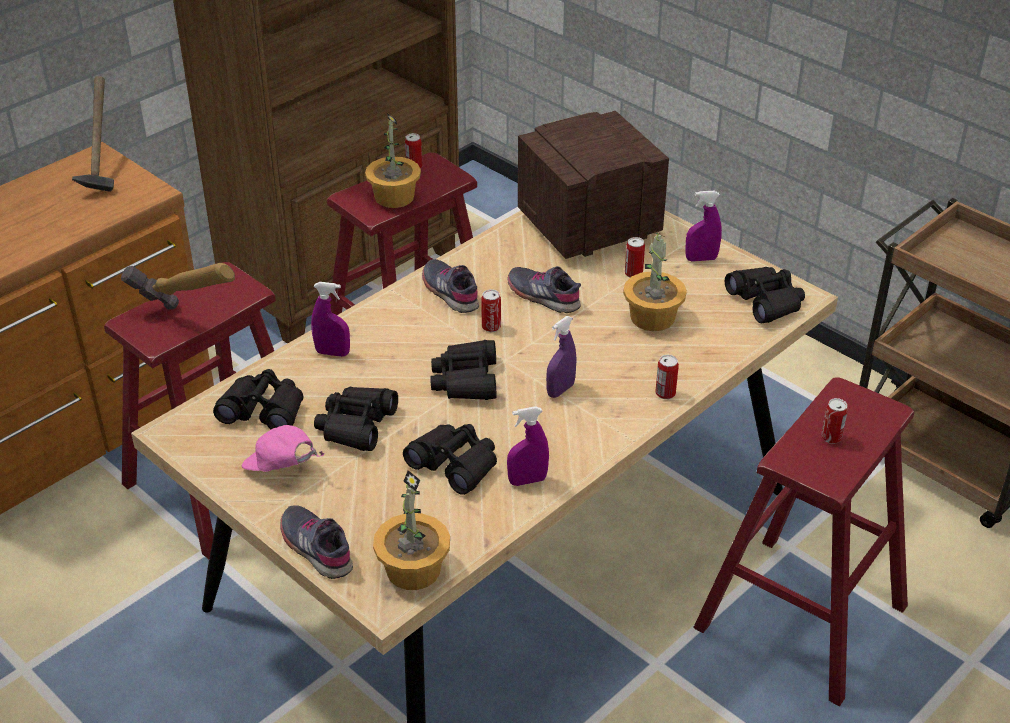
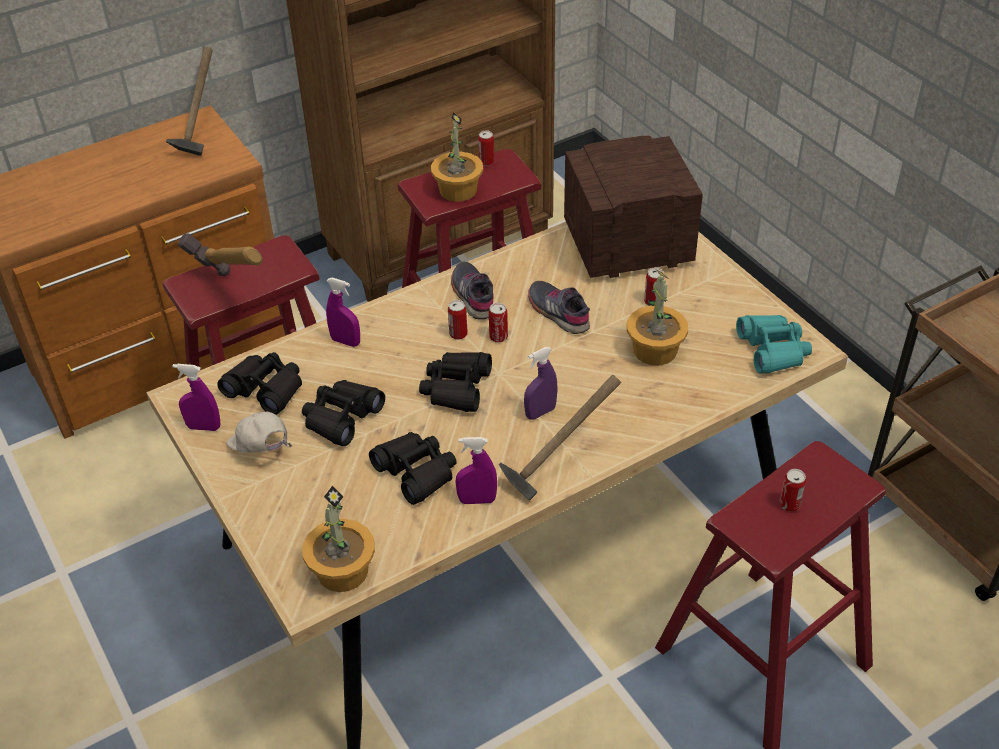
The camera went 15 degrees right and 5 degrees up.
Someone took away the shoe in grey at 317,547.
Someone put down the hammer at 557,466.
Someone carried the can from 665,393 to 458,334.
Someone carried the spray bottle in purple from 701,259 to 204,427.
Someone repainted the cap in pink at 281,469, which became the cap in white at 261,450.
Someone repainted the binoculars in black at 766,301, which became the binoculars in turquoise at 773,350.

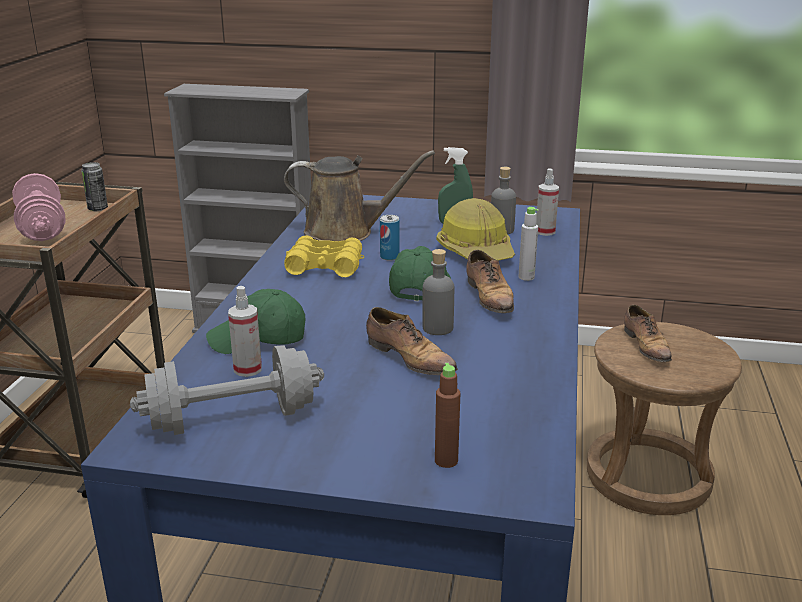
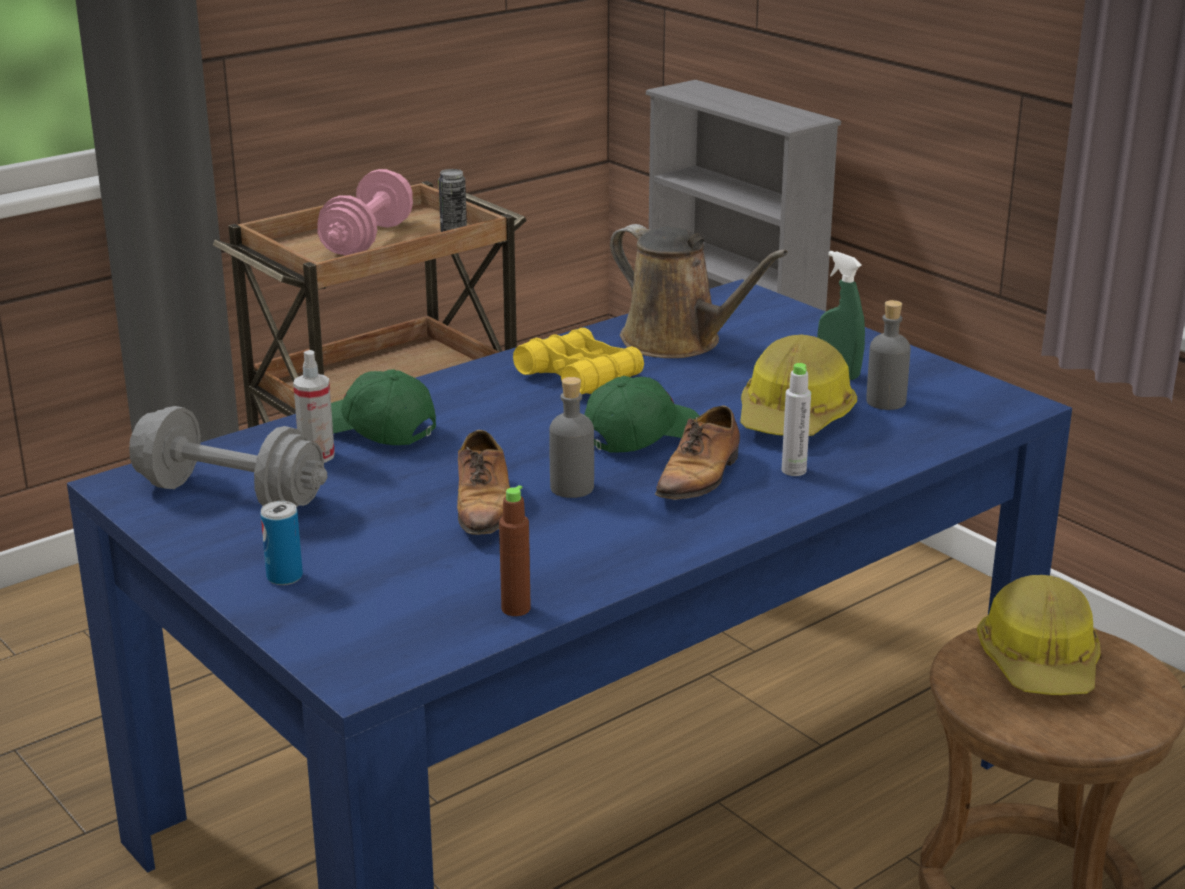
The camera went 40 degrees right and 0 degrees up.
Someone took away the spray bottle at 545,232.
Someone carried the can from 389,257 to 284,577.
Someone carried the bottle in brown from 446,461 to 515,609.
Someone swapped the shoe at 646,346 for the hard hat at 1040,662.

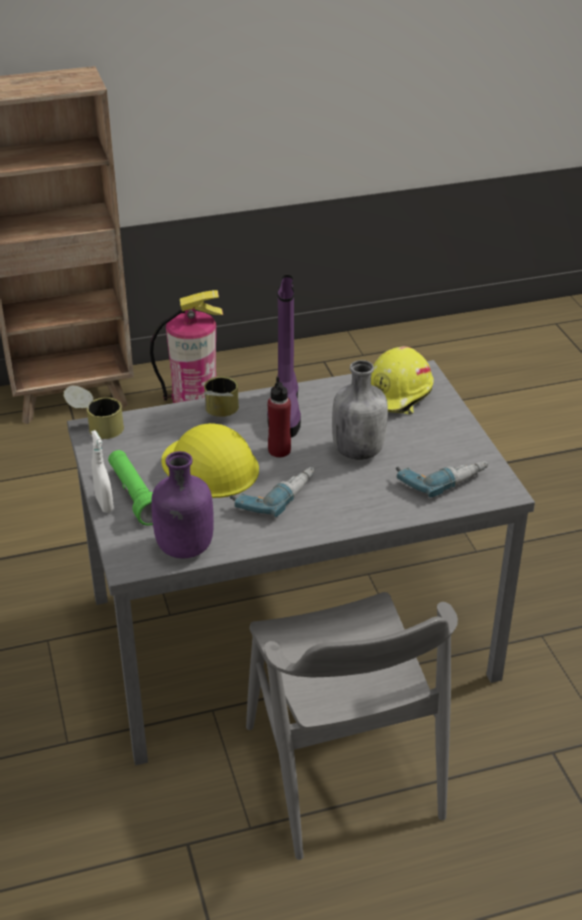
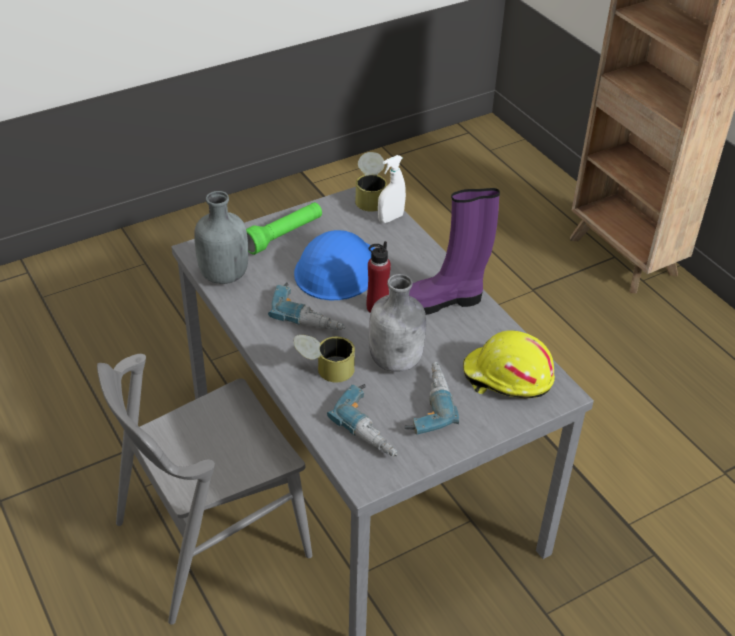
The camera went 75 degrees right and 5 degrees up.
Someone took away the fire extinguisher at 195,399.
Someone put down the power drill at 424,404.
Someone carried the spray bottle in white from 104,504 to 390,218.
Someone carried the can from 220,413 to 324,370.
Someone repainted the bottle in purple at 184,548, which became the bottle in grey at 223,275.
Someone repainted the hard hat in yellow at 210,466, which became the hard hat in blue at 338,269.

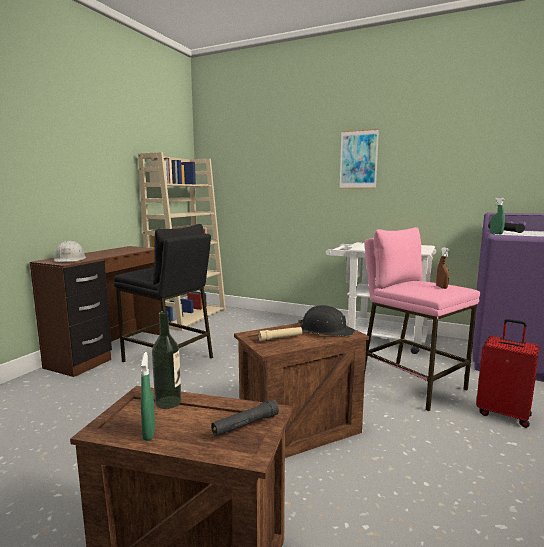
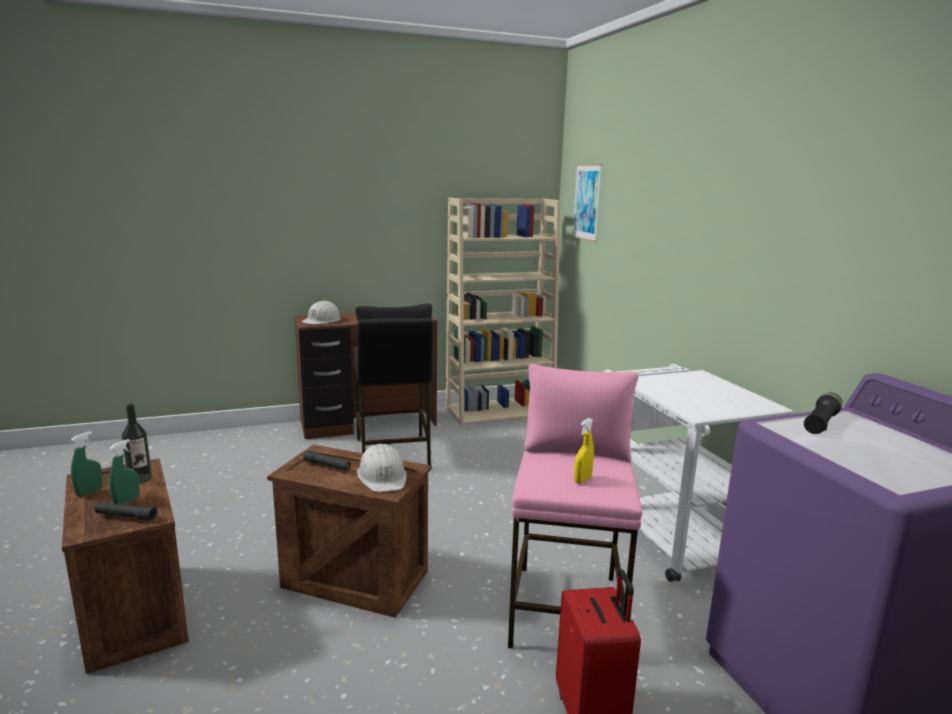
The camera went 45 degrees right and 5 degrees up.
Someone carried the picture from 358,159 to 586,202.
Someone carried the spray bottle in green from 496,233 to 127,501.
Someone repainted the flashlight in beige at 280,338, which became the flashlight in black at 327,465.
Someone repainted the hard hat in black at 326,330, which became the hard hat in white at 382,476.
Someone repainted the spray bottle in brown at 441,287, which became the spray bottle in yellow at 582,480.

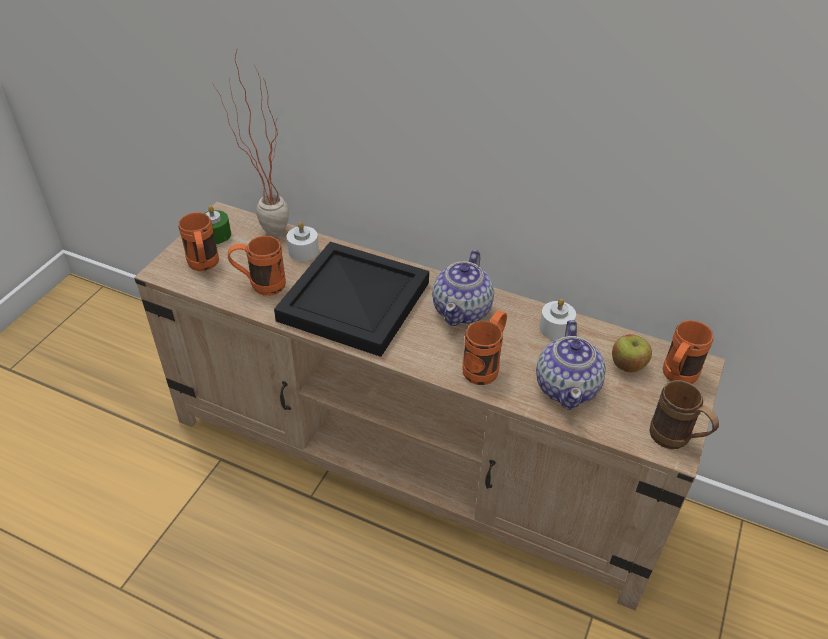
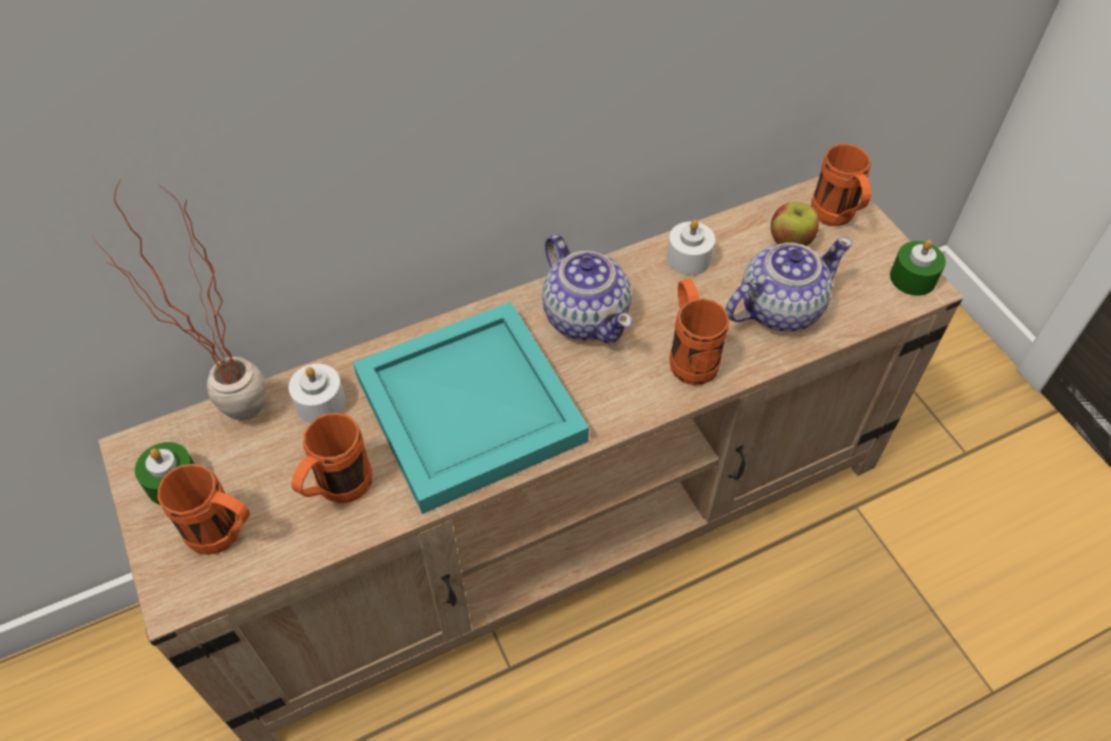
The camera went 50 degrees left and 10 degrees up.
Someone swapped the mug in brown at 676,441 for the candle in green at 912,278.
Someone repainted the tray in black at 353,300, which became the tray in turquoise at 466,407.
Someone rotated the teapot at 567,387 by 75 degrees counterclockwise.

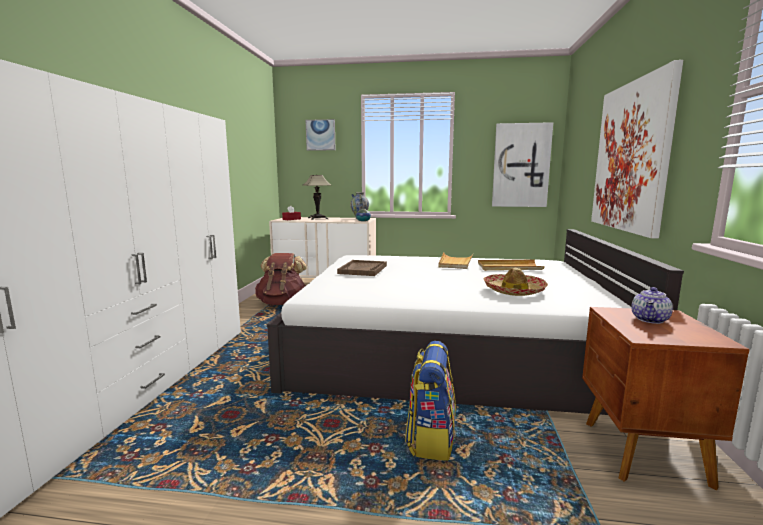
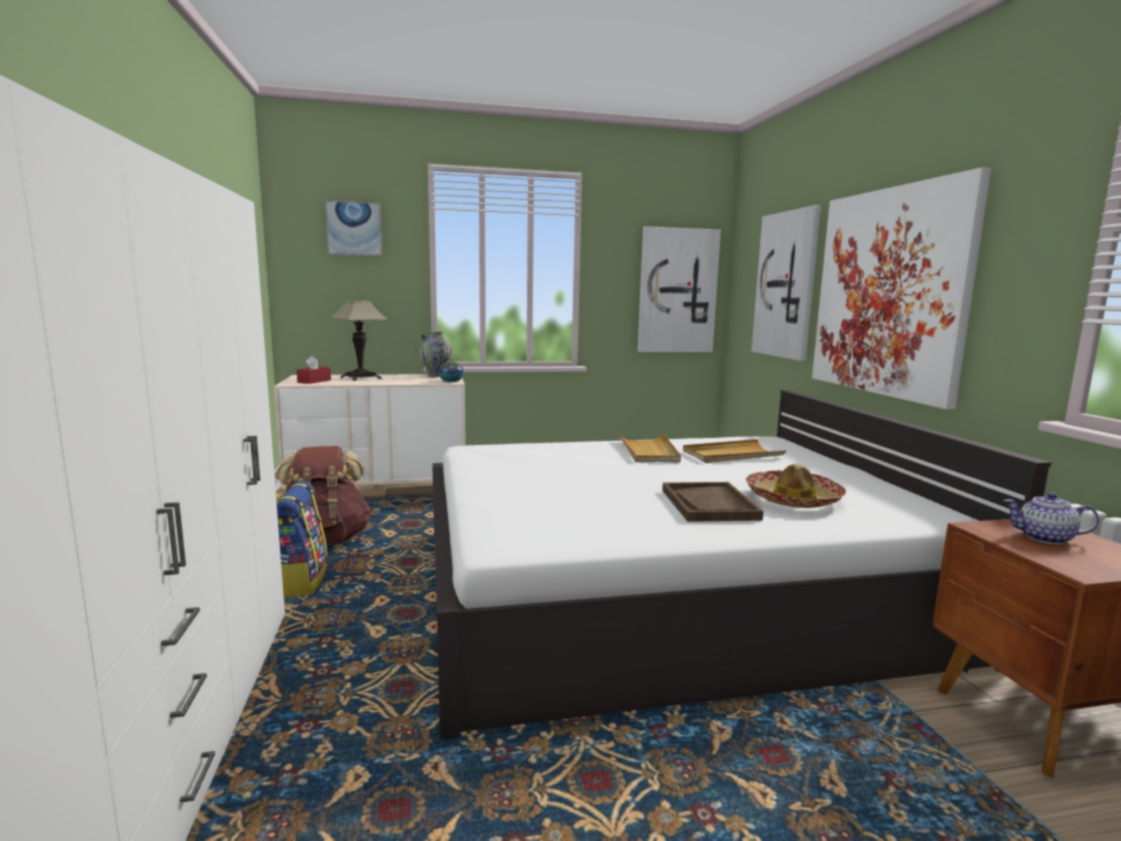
The camera went 20 degrees left and 0 degrees up.
Someone put up the picture at 786,285.
Someone carried the tray in brown from 363,269 to 709,504.
Someone carried the backpack from 430,439 to 298,582.
Someone rotated the teapot at 650,320 by 90 degrees clockwise.

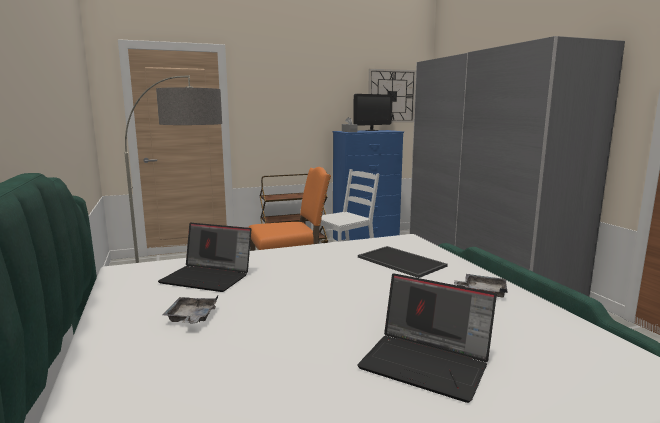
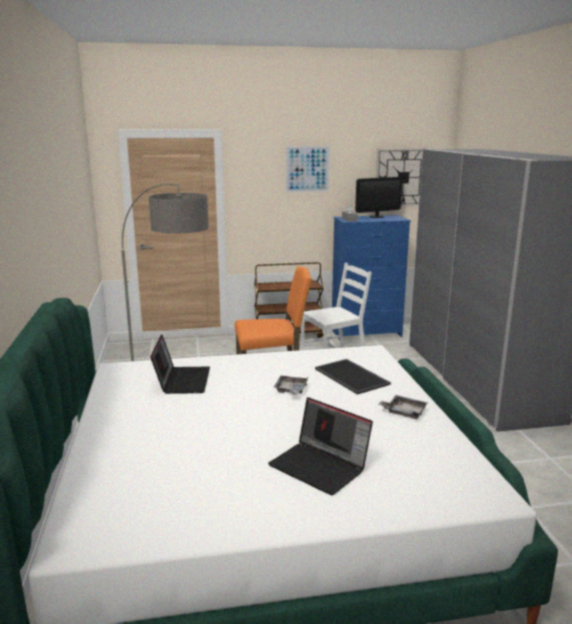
The camera went 10 degrees right and 5 degrees up.
Someone put up the picture at 307,169.
Someone carried the tray in grey from 191,318 to 291,390.
Someone rotated the laptop at 208,277 by 120 degrees counterclockwise.

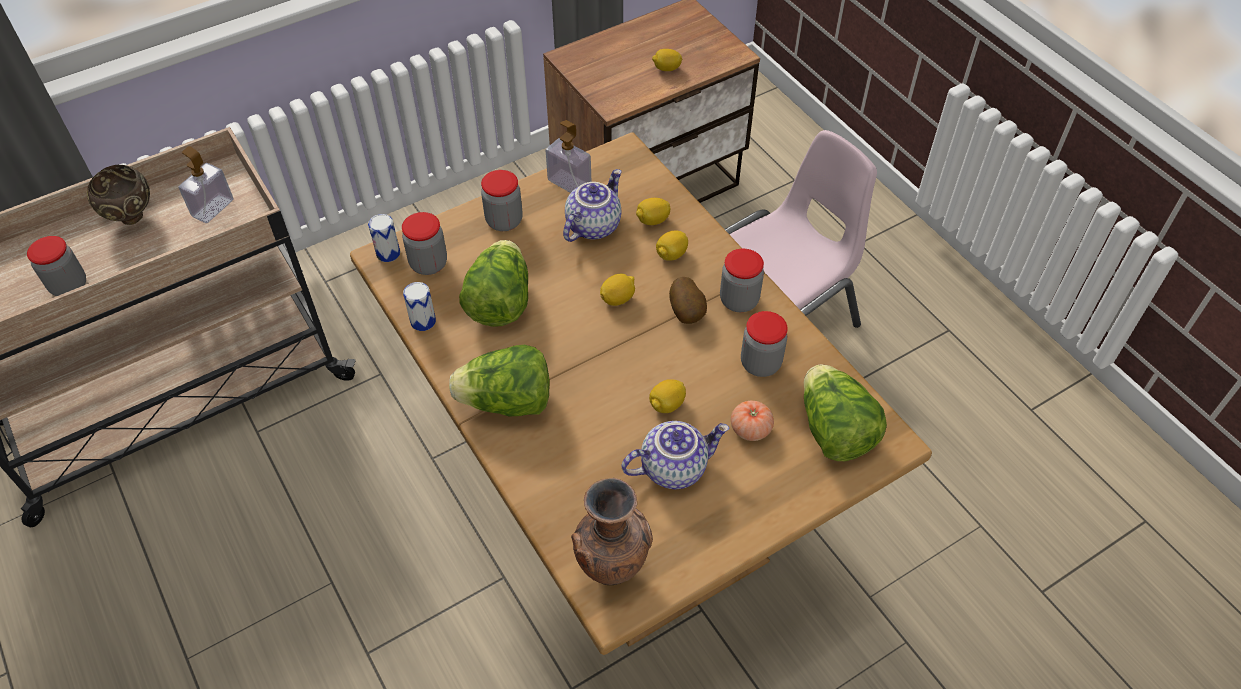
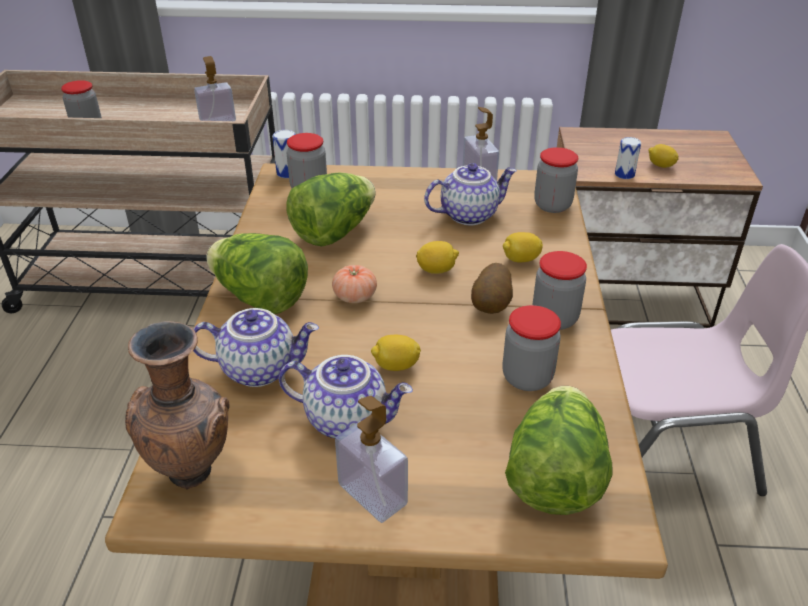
The camera went 35 degrees right and 15 degrees down.
Someone took away the bowl in brown at 131,218.
Someone took away the lemon at 652,220.
Someone put down the teapot at 260,368.
Someone put down the soap dispenser at 372,494.
Someone carried the can from 423,321 to 624,174.
Someone carried the jar from 504,221 to 552,205.
Someone carried the tomato from 750,429 to 355,296.

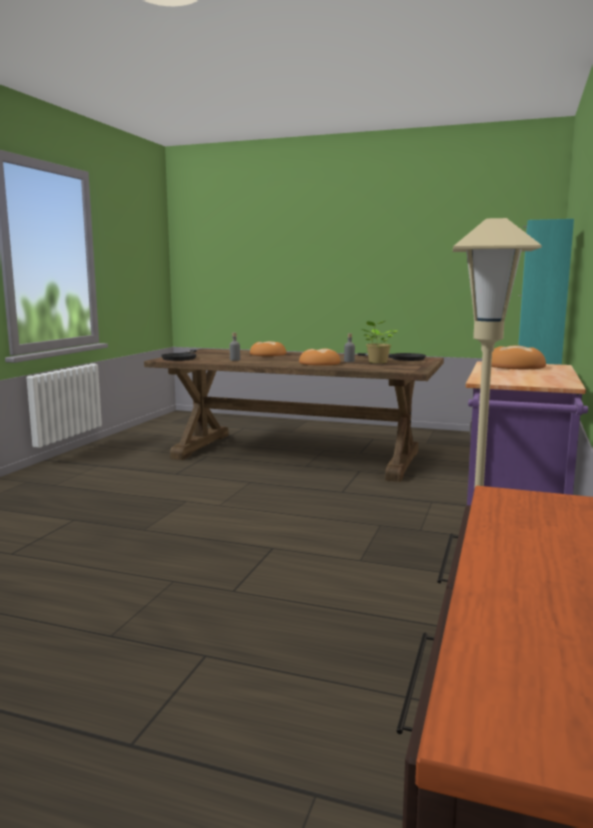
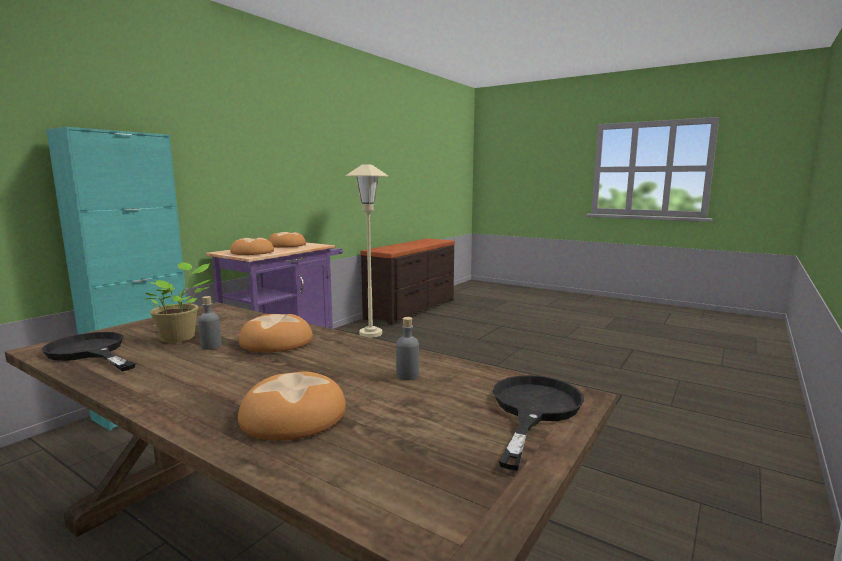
The camera went 165 degrees left and 0 degrees up.
Someone put down the bread at 287,245.

